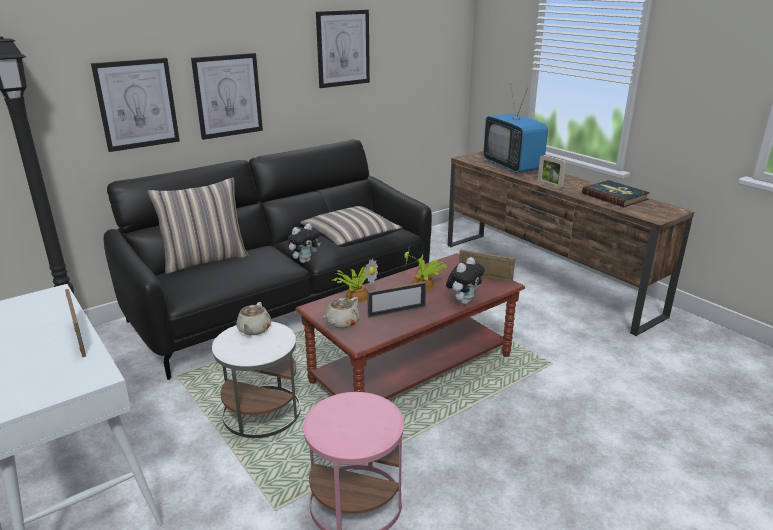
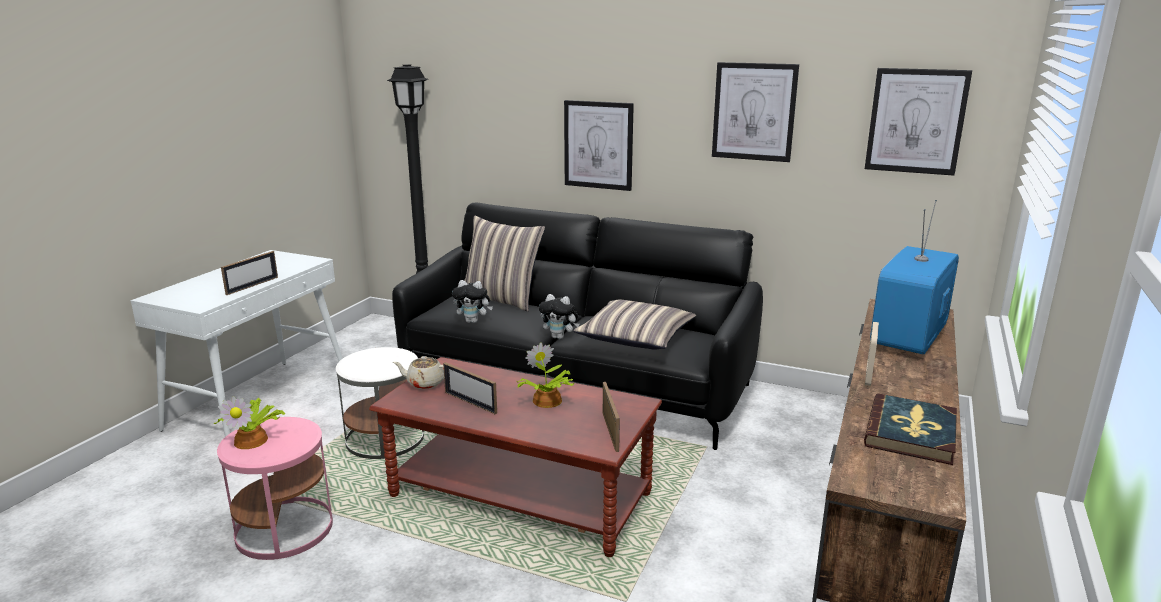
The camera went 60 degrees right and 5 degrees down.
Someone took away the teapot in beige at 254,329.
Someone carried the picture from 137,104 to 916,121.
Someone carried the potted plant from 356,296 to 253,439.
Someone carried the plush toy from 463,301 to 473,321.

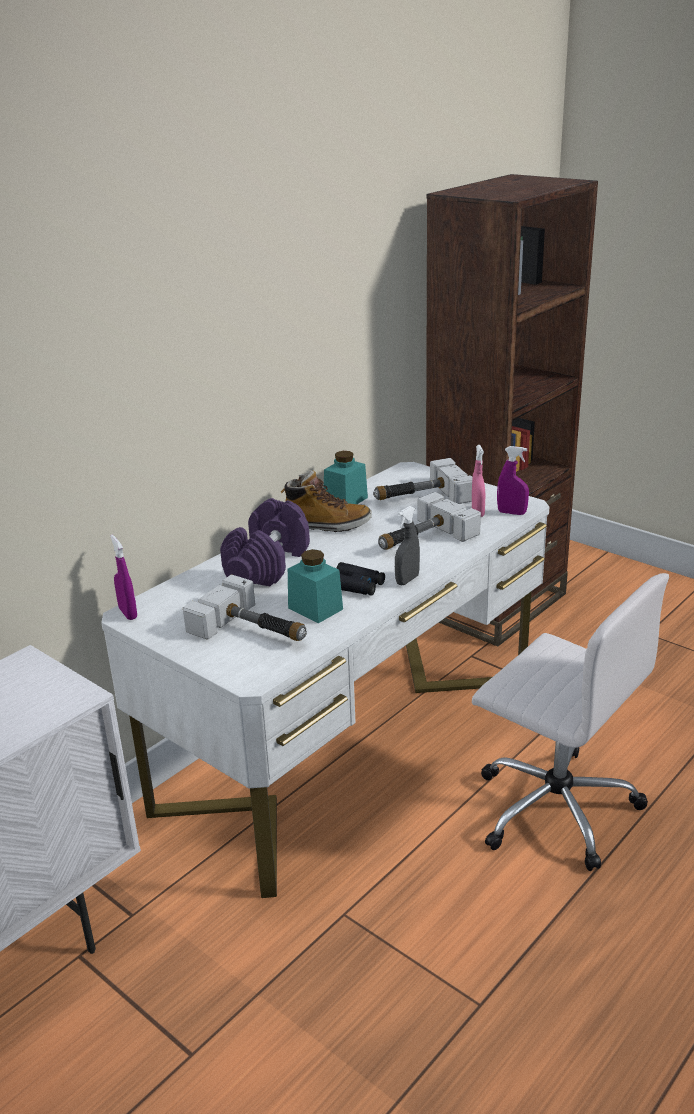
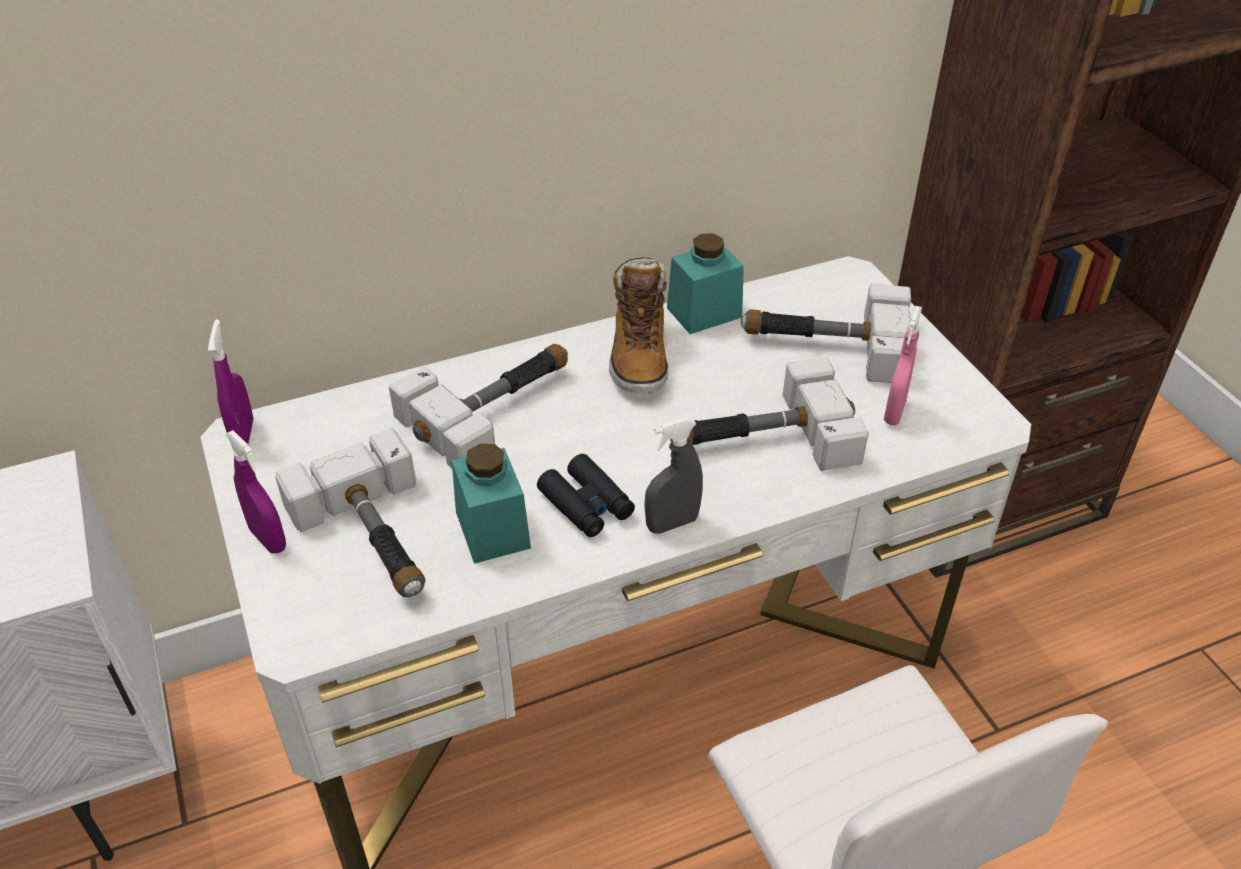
The camera went 25 degrees right and 15 degrees up.
Someone carried the spray bottle in purple from 511,513 to 268,539.
Someone swapped the dumbbell in purple at 268,564 for the hammer at 495,408.
Someone rotated the boot at 327,525 by 60 degrees clockwise.

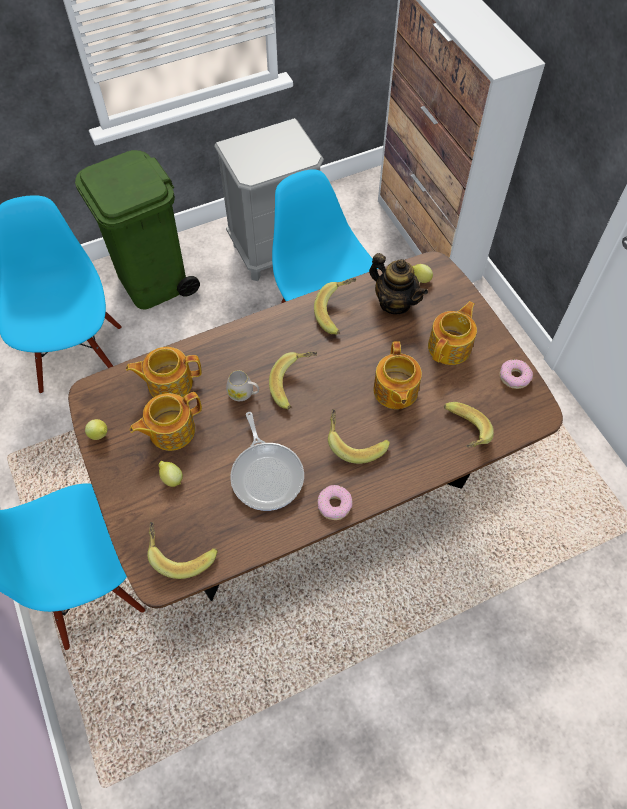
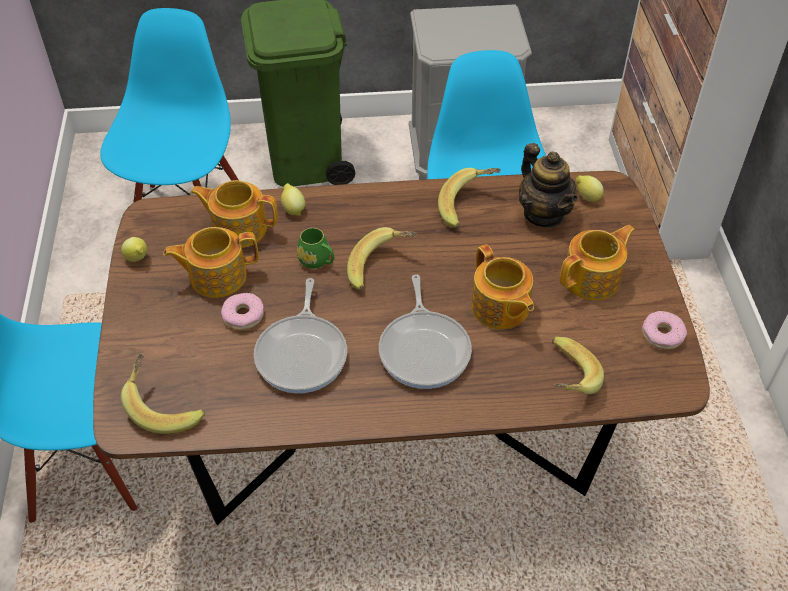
The camera went 20 degrees right and 10 degrees down.
Someone carried the lemon from 171,478 to 293,209.
Someone carried the donut from 334,505 to 243,315.
Someone swapped the banana at 355,442 for the frying pan at 424,349.
Someone repainted the mug in white at 243,393, which became the mug in green at 317,261.
Someone rotated the teapot at 395,391 by 45 degrees counterclockwise.

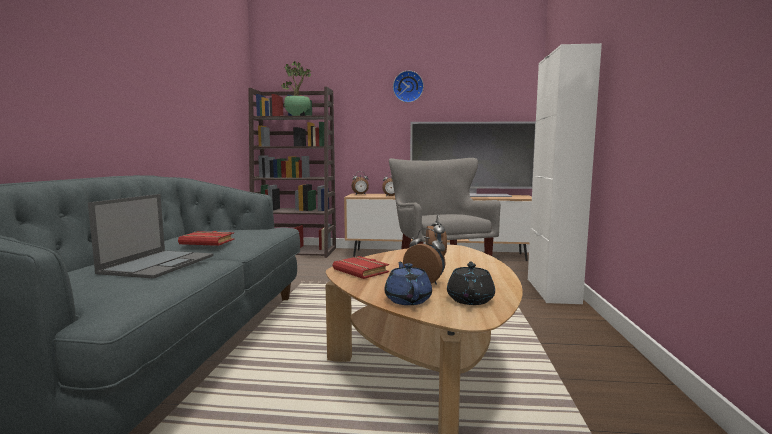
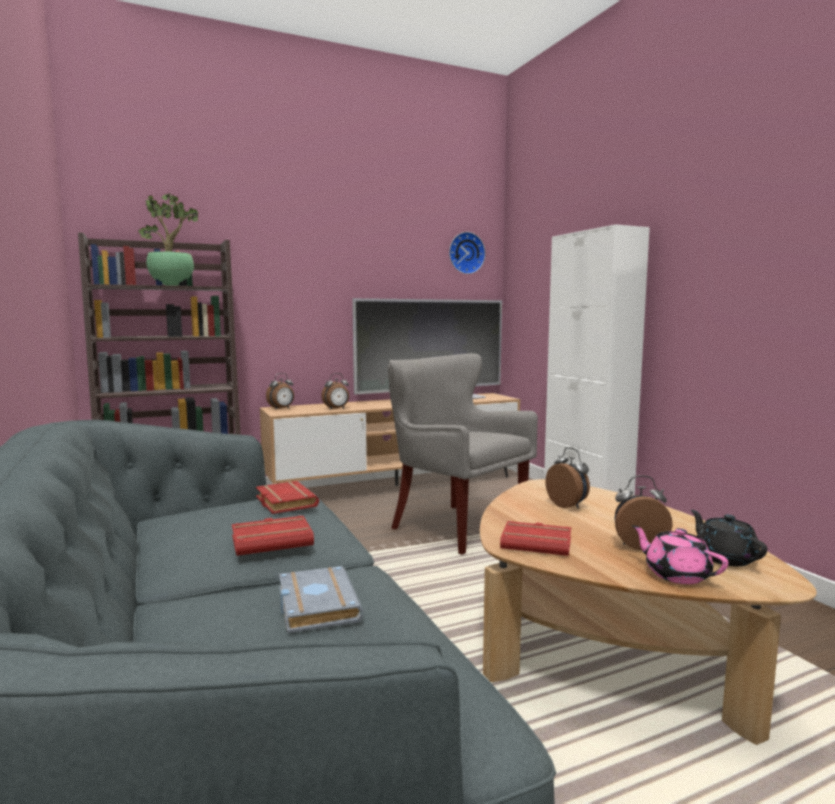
The camera went 30 degrees left and 0 degrees up.
Someone put down the book in red at 283,502.
Someone carried the wall clock from 408,87 to 465,253.
Someone swapped the laptop at 159,264 for the book in grey at 314,605.
Someone repainted the teapot in blue at 408,299, which became the teapot in pink at 676,574.

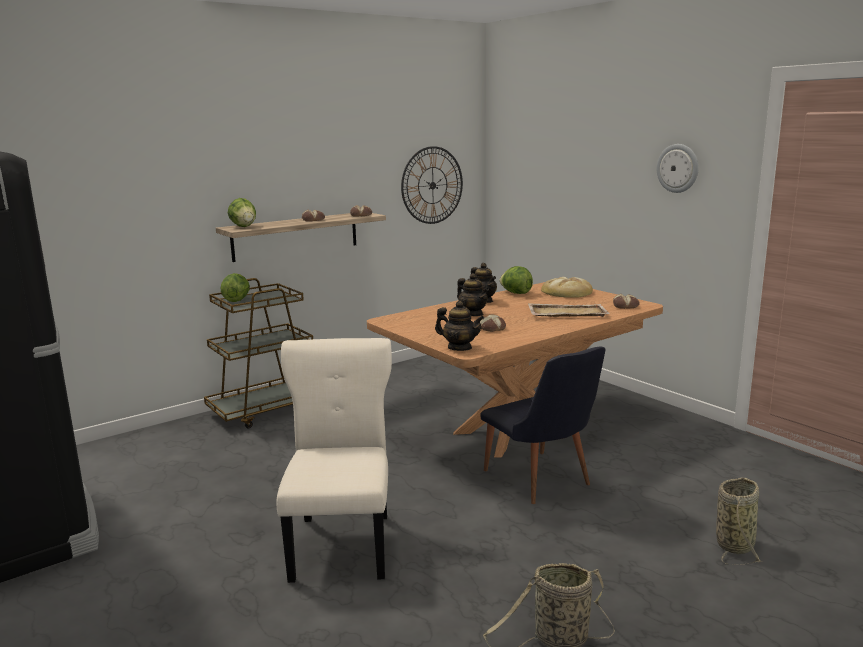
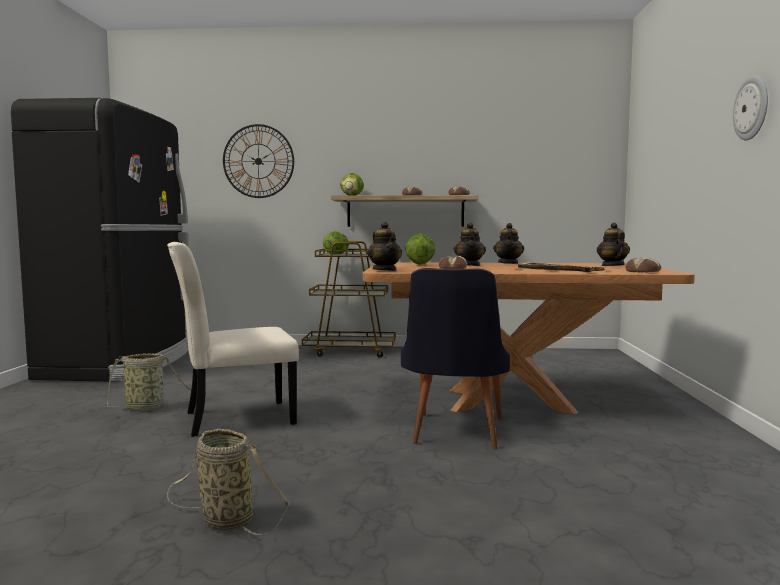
The camera went 40 degrees right and 10 degrees down.
Someone carried the wall clock from 432,185 to 258,161.
Someone carried the lettuce from 516,293 to 419,264.
Someone carried the basket from 735,543 to 148,408.
Someone swapped the bread at 567,292 for the teapot at 612,266.
Someone rotated the chair in beige at 343,543 by 150 degrees counterclockwise.

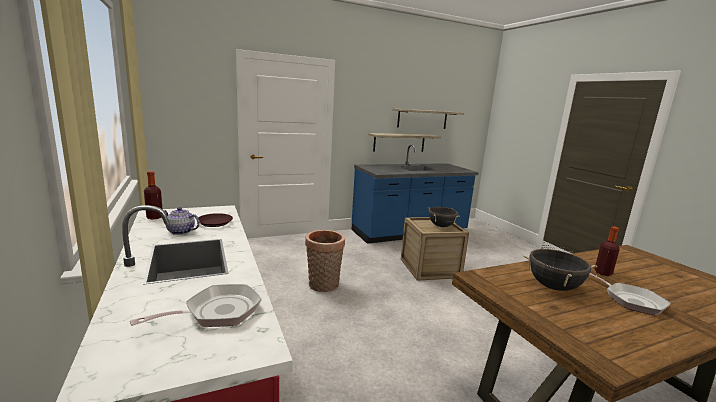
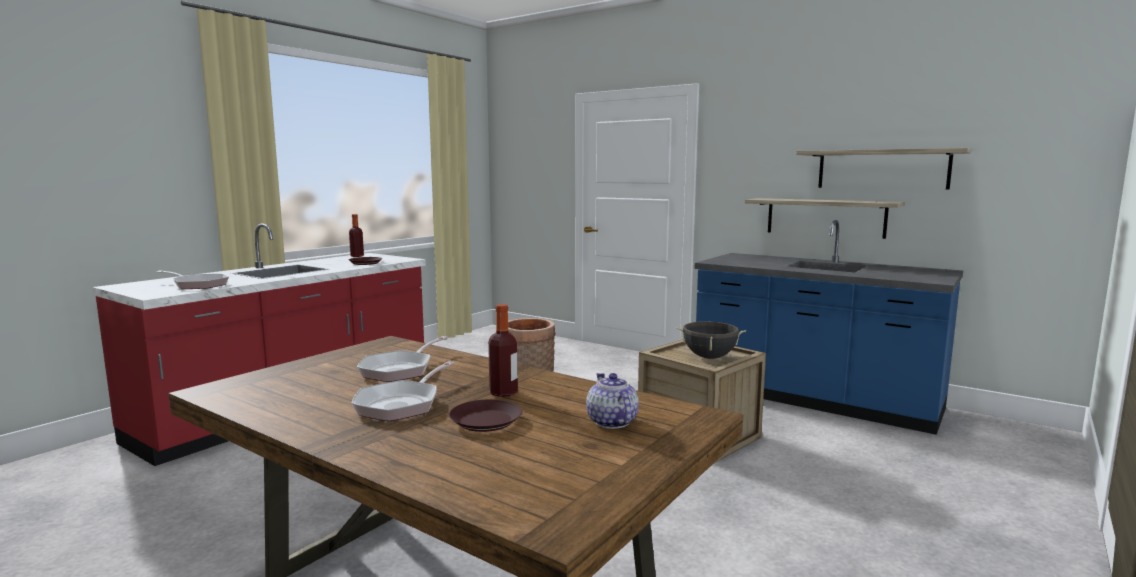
The camera went 60 degrees right and 5 degrees down.
Someone put down the plate in brown at 486,421.
Someone carried the teapot from 181,232 to 611,422.
Someone swapped the cooking pot in black at 553,287 for the frying pan at 400,370.

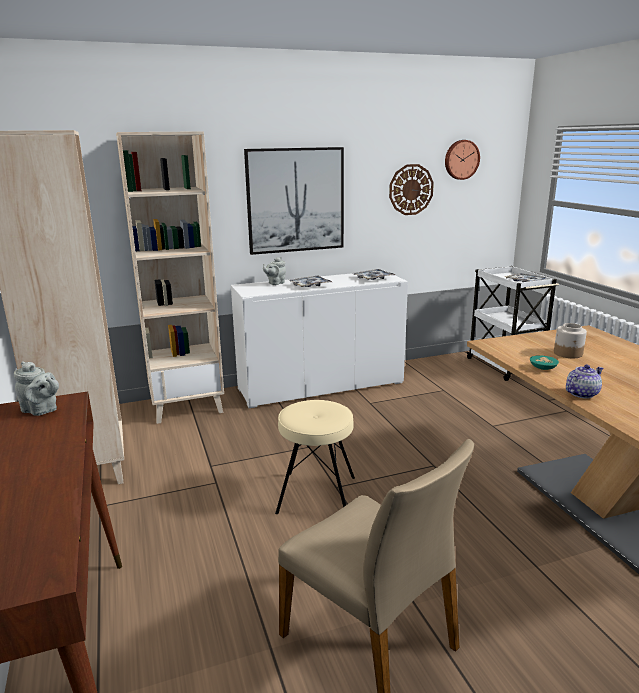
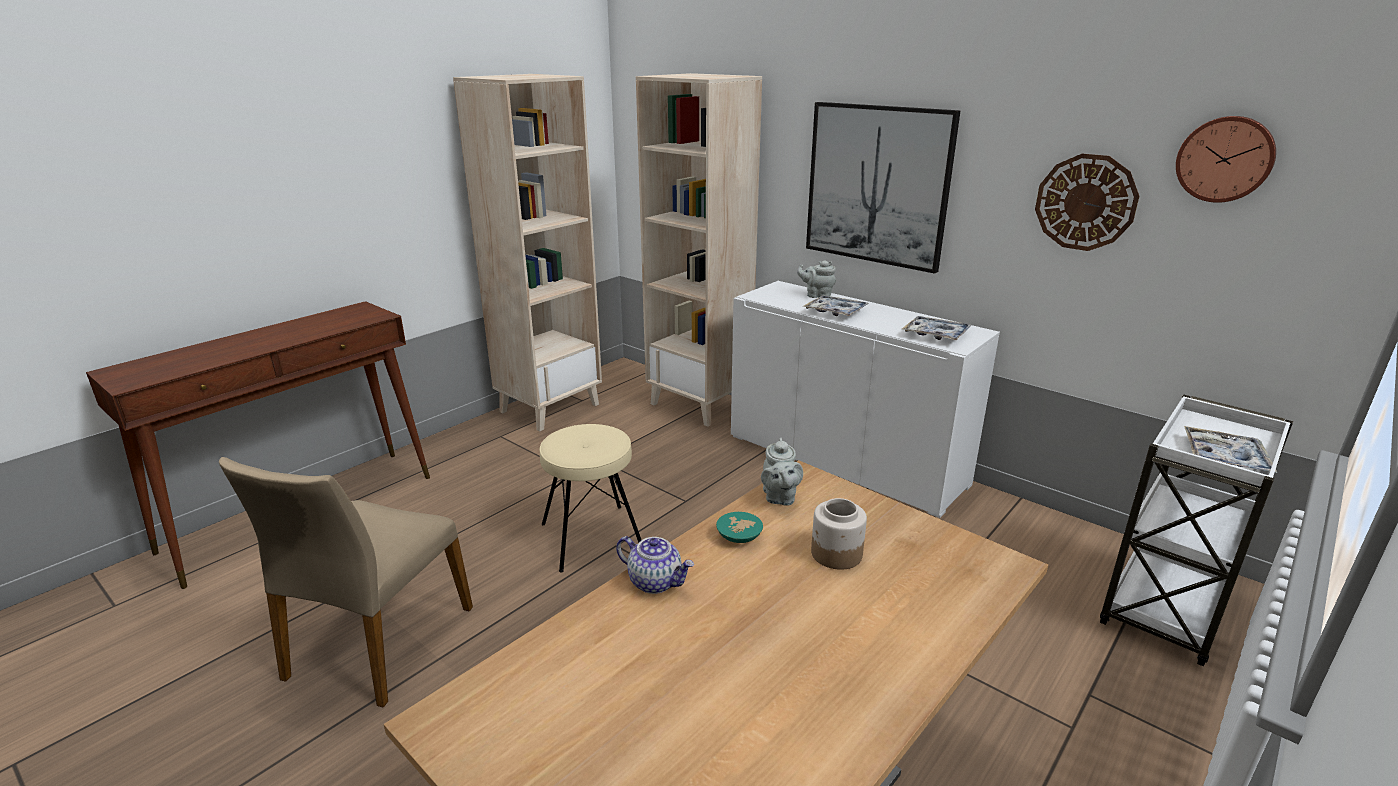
The camera went 60 degrees right and 5 degrees up.
Someone carried the teapot in grey from 41,410 to 779,497.

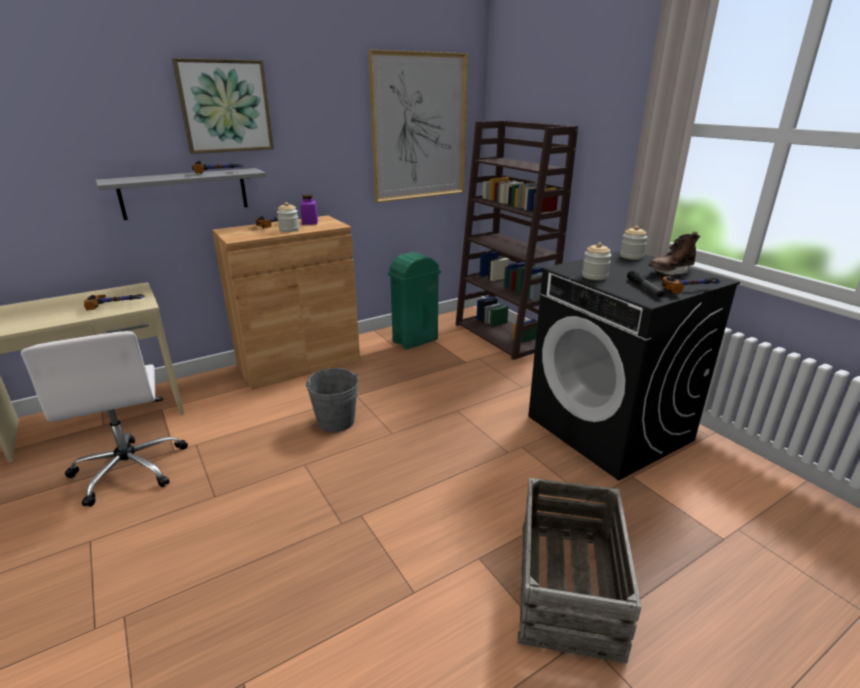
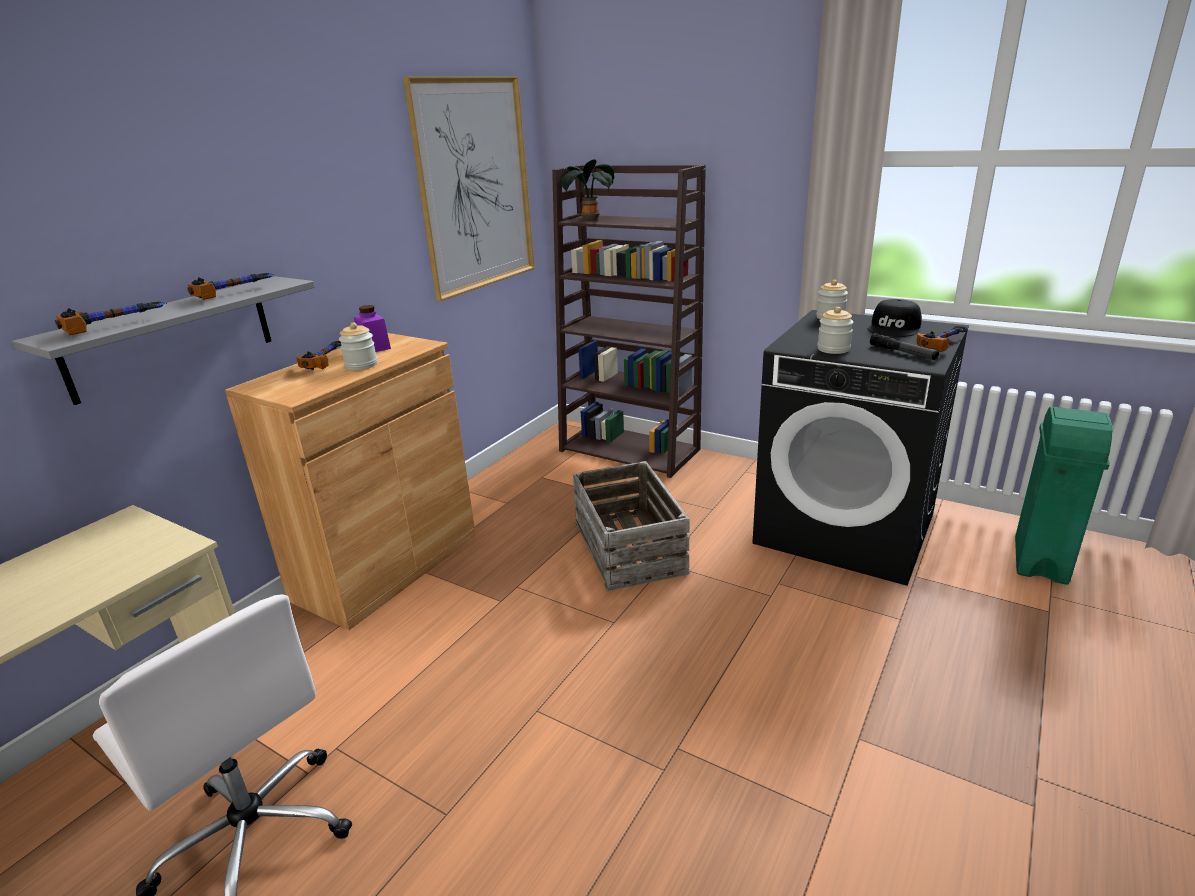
The camera went 25 degrees left and 0 degrees up.
Someone took away the picture at 225,106.
Someone took away the bucket in grey at 336,421.
Someone put down the potted plant at 589,219.
Someone carried the hammer from 118,305 to 117,325.
Someone carried the trash can in green from 414,340 to 1039,561.
Someone carried the crate from 569,586 to 630,547.
Someone swapped the boot in brown at 670,272 for the cap in black at 894,328.

